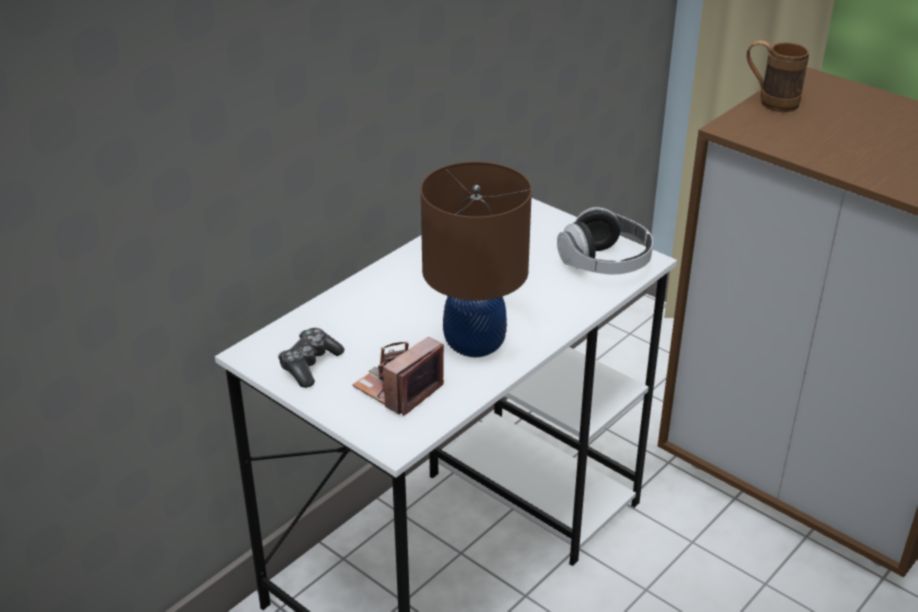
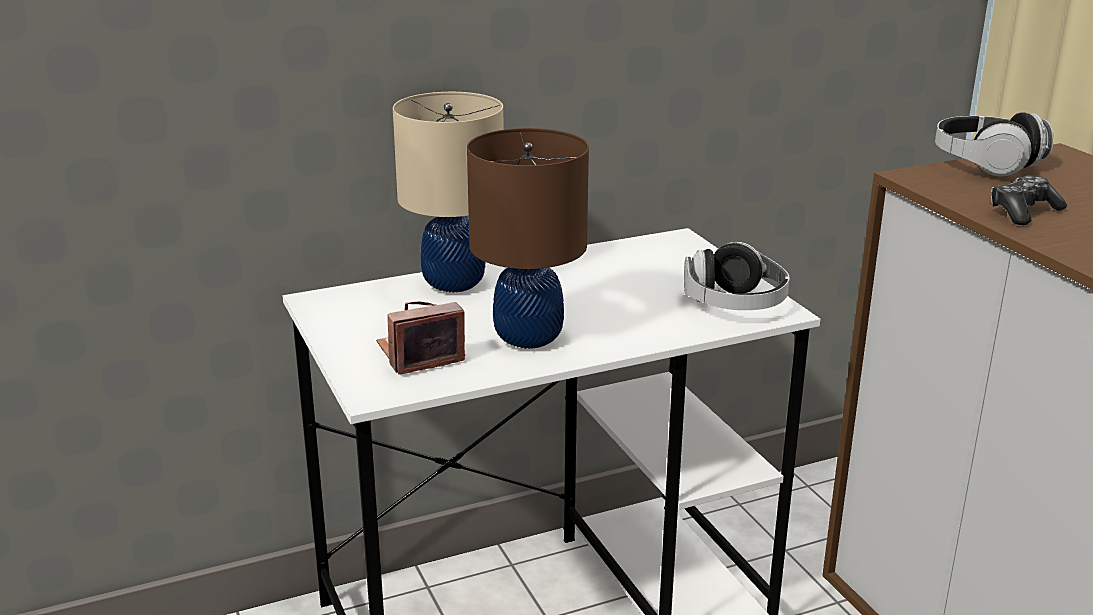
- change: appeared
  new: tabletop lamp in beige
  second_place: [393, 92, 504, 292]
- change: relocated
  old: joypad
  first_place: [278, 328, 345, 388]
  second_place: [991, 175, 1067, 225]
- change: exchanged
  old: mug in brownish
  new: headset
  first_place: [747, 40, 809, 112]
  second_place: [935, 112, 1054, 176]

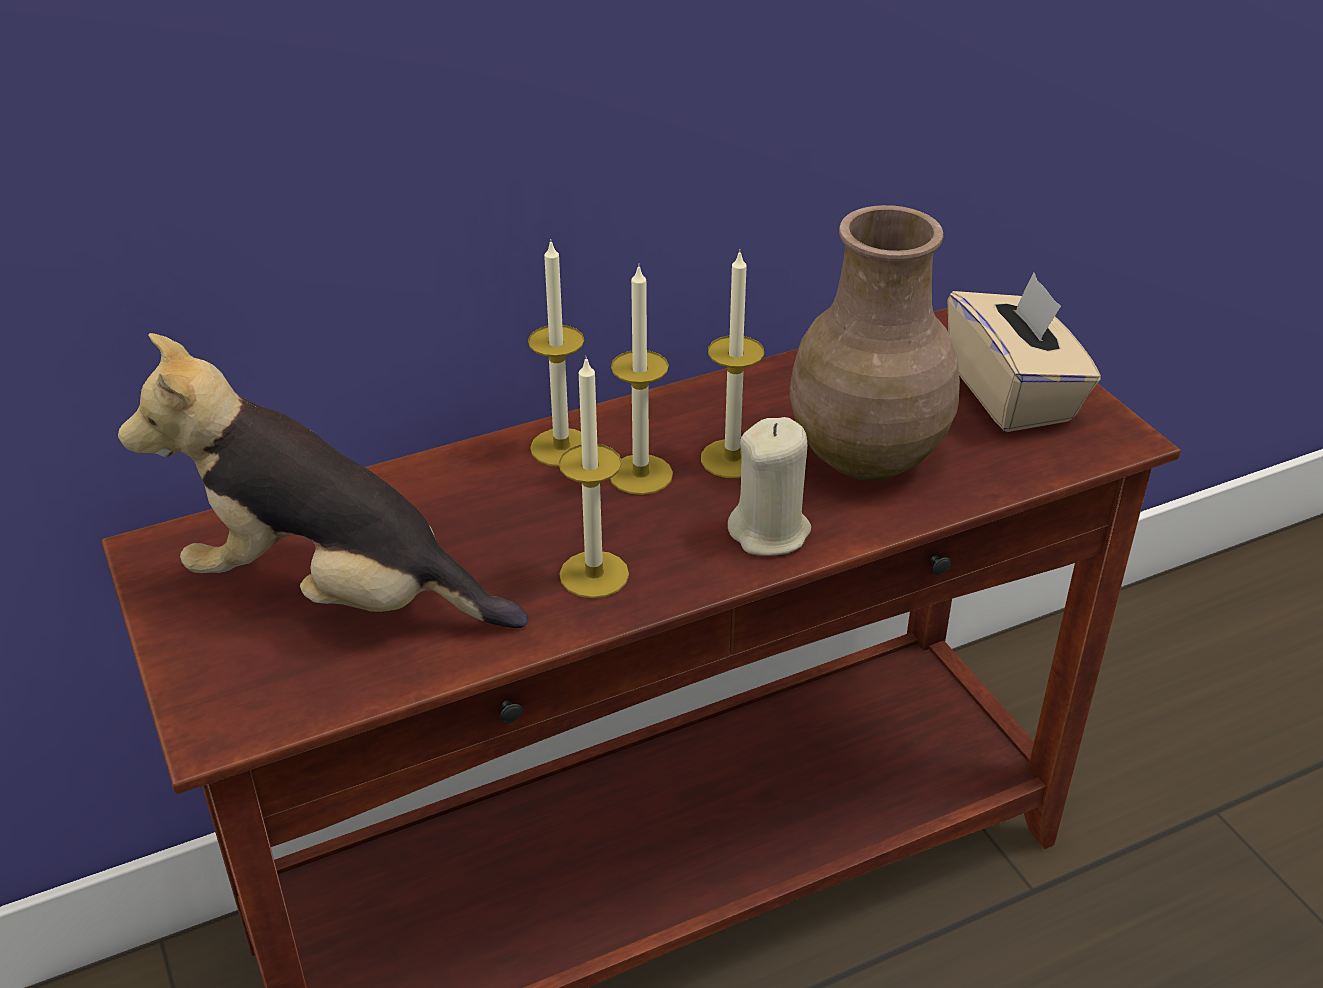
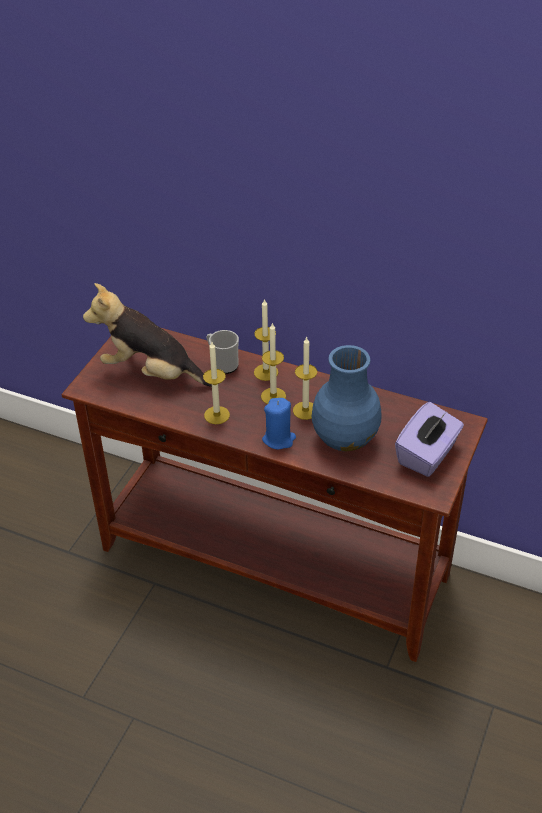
- change: appeared
  new: mug
  second_place: [206, 330, 239, 374]
- change: colour
  old: wax light in beige
  new: wax light in blue
  first_place: [728, 417, 811, 556]
  second_place: [262, 398, 296, 450]
- change: colour
  old: decorative vase in brownish
  new: decorative vase in blue
  first_place: [790, 205, 960, 481]
  second_place: [311, 345, 381, 451]
- change: colour
  old: tissue box in beige
  new: tissue box in purplish
  first_place: [948, 272, 1101, 432]
  second_place: [395, 402, 464, 477]
- change: spun
  old: soft toy
  first_place: [118, 333, 528, 628]
  second_place: [83, 283, 219, 387]
  degrees: -45

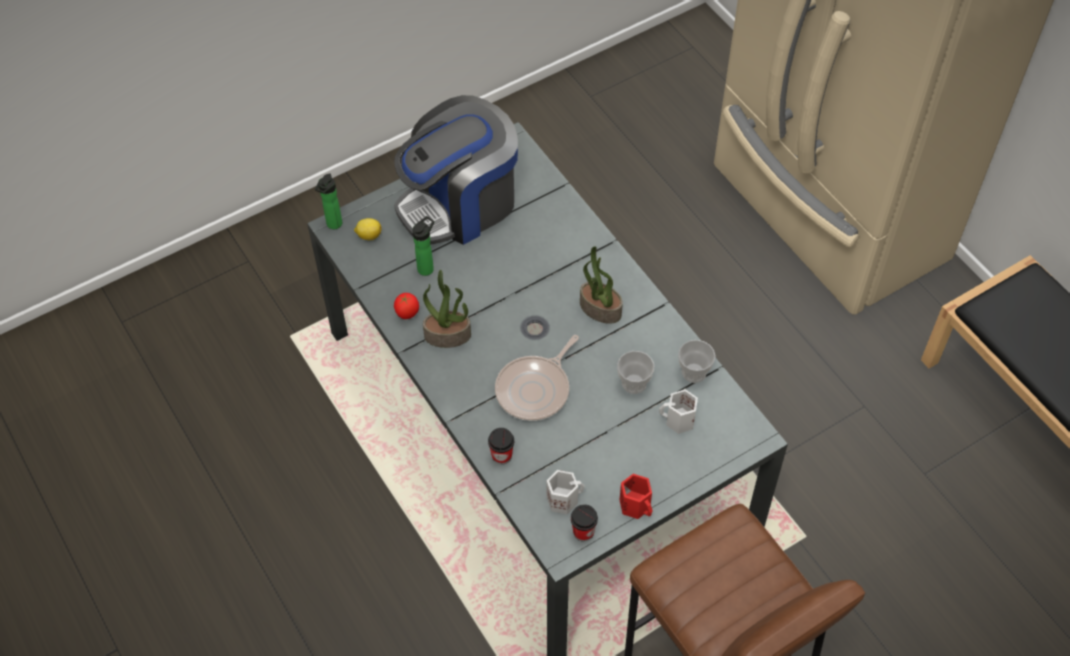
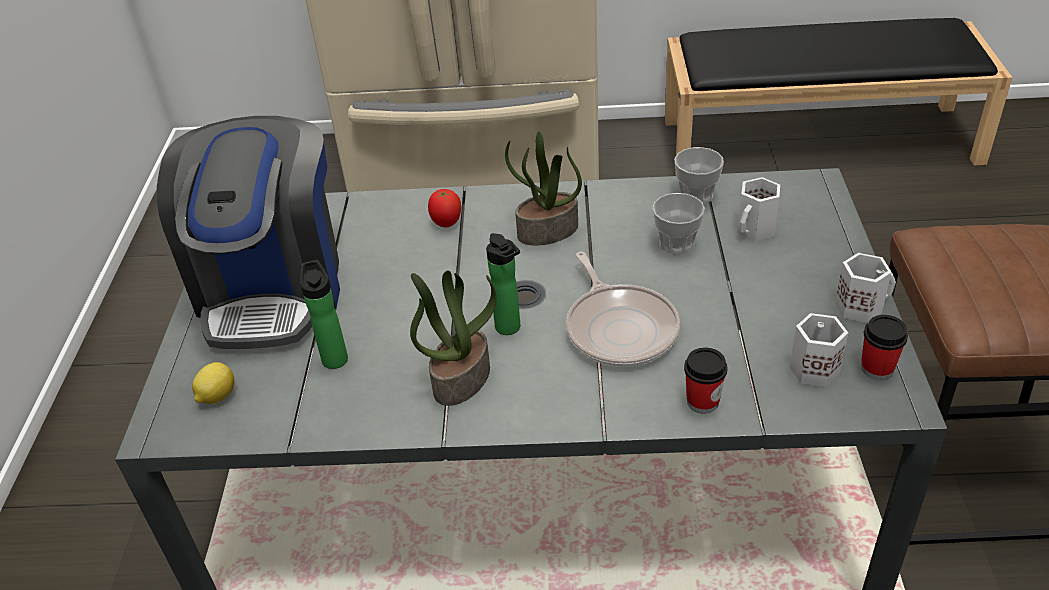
- change: relocated
  old: drink bottle
  first_place: [315, 173, 342, 229]
  second_place: [486, 233, 520, 335]
- change: relocated
  old: fresh tomato
  first_place: [394, 293, 419, 319]
  second_place: [428, 189, 461, 227]
- change: colour
  old: mug in red-coloured
  new: mug in white
  first_place: [620, 474, 653, 519]
  second_place: [835, 253, 896, 323]

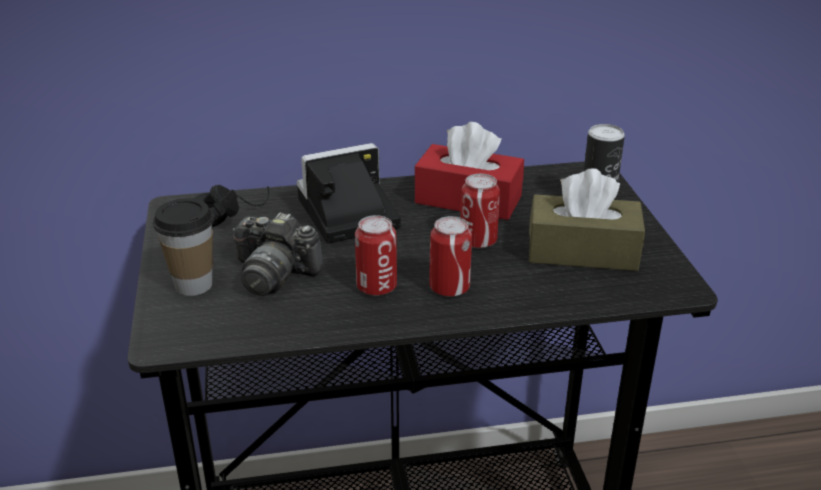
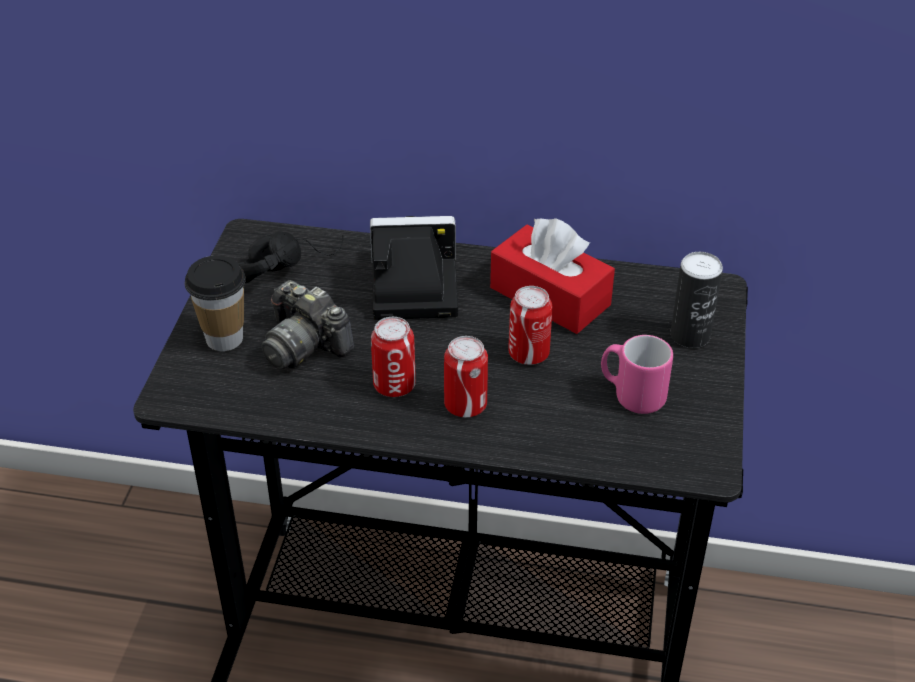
- change: exchanged
  old: tissue box in brownish
  new: mug in pinkish
  first_place: [529, 168, 645, 271]
  second_place: [601, 335, 673, 414]

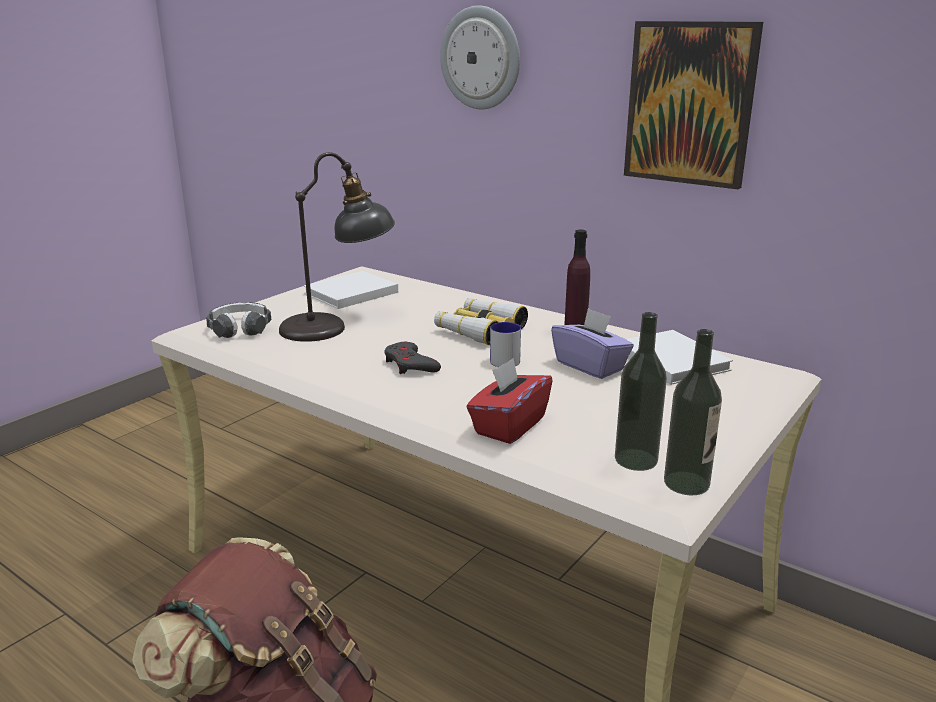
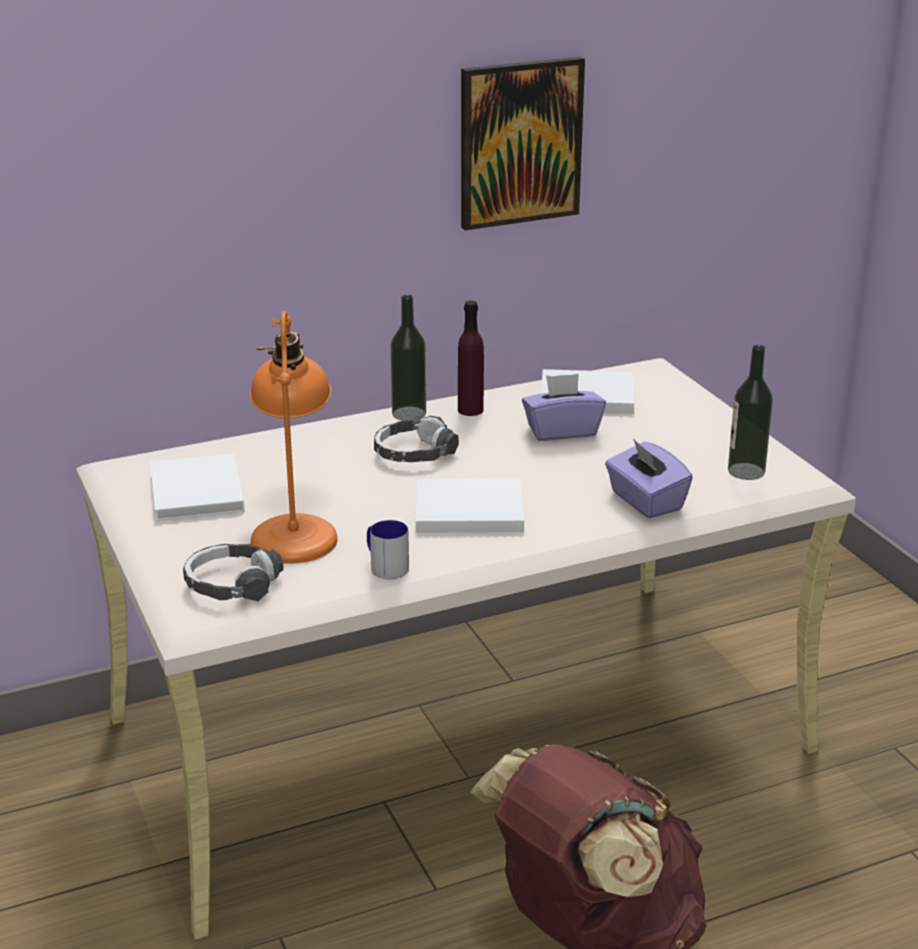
- change: missing
  old: wall clock
  first_place: [440, 5, 520, 109]
- change: relocated
  old: mug
  first_place: [490, 322, 521, 367]
  second_place: [367, 520, 409, 579]
- change: relocated
  old: drink bottle
  first_place: [664, 329, 722, 495]
  second_place: [391, 295, 426, 421]
- change: exchanged
  old: joypad in grey
  new: book in white
  first_place: [384, 342, 441, 374]
  second_place: [416, 478, 524, 533]
- change: exchanged
  old: pair of binoculars
  new: headset
  first_place: [434, 298, 528, 346]
  second_place: [374, 416, 459, 462]
- change: colour
  old: tabletop lamp in grey
  new: tabletop lamp in orange
  first_place: [279, 152, 395, 342]
  second_place: [250, 311, 338, 564]
- change: colour
  old: tissue box in red-coloured
  new: tissue box in purplish
  first_place: [467, 358, 553, 444]
  second_place: [605, 439, 693, 518]

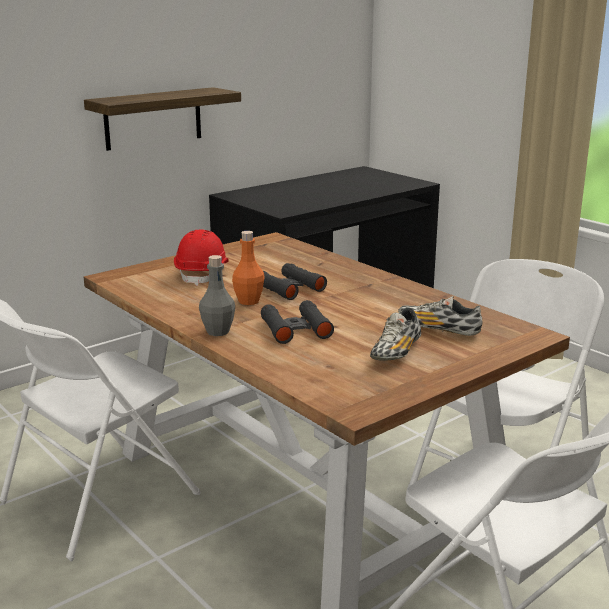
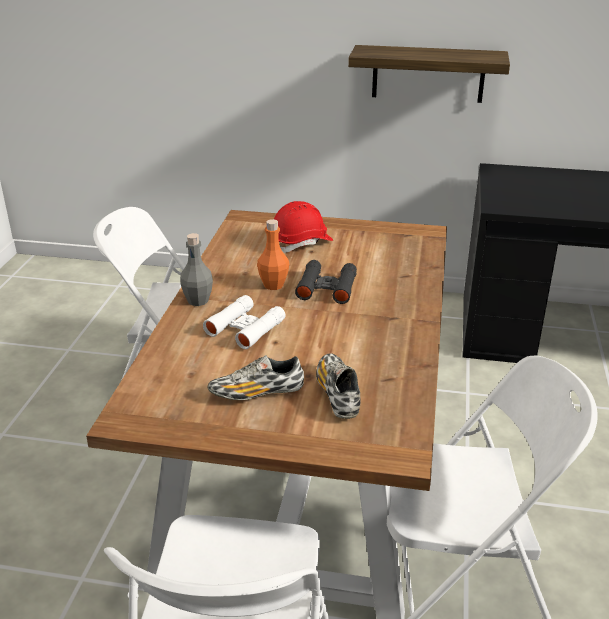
- change: colour
  old: pair of binoculars in black
  new: pair of binoculars in white
  first_place: [261, 300, 334, 344]
  second_place: [203, 295, 286, 349]

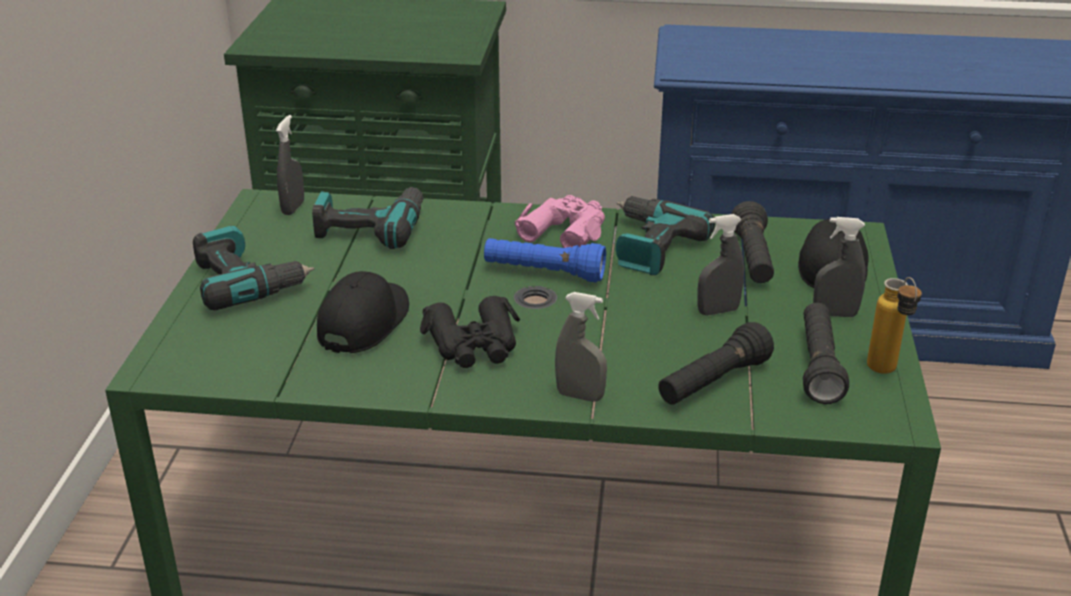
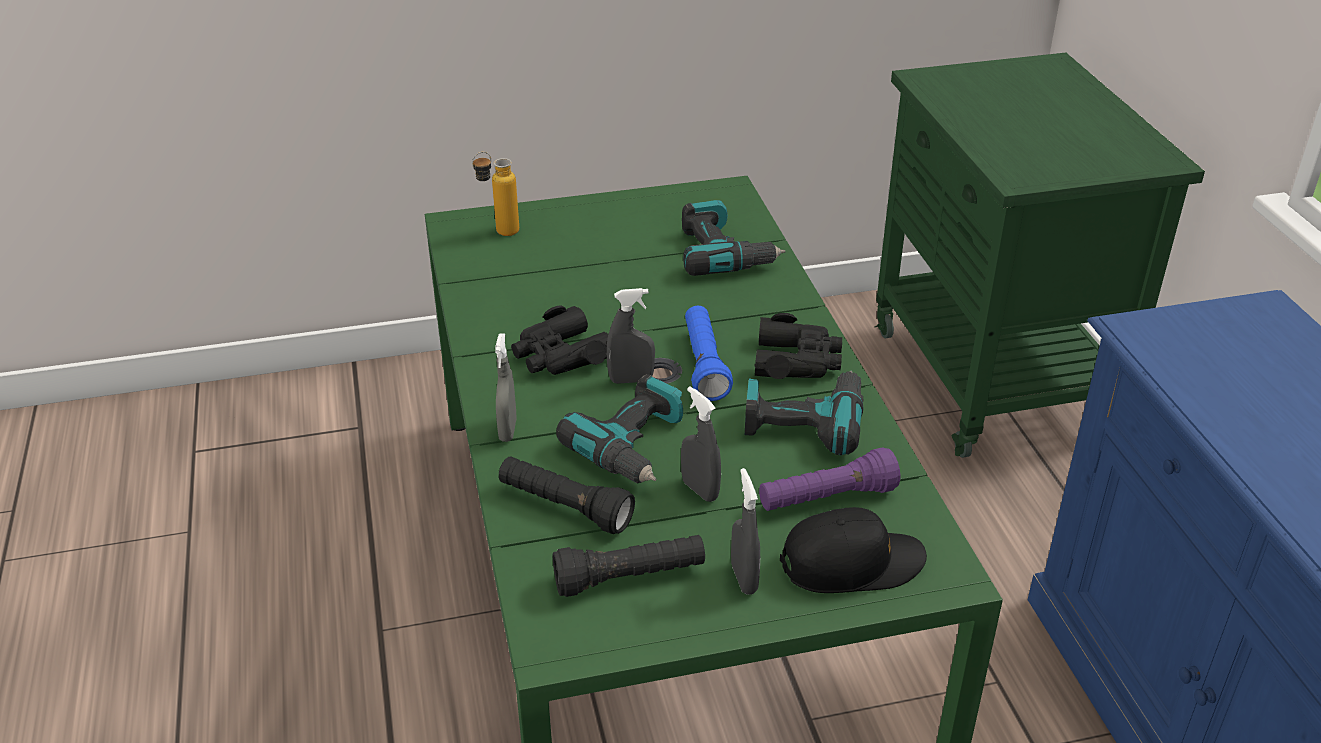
- change: missing
  old: peaked cap in black
  first_place: [317, 271, 409, 353]
- change: relocated
  old: drill
  first_place: [193, 226, 314, 310]
  second_place: [556, 374, 683, 484]
- change: relocated
  old: spray bottle in grey
  first_place: [276, 115, 304, 215]
  second_place: [606, 288, 655, 384]
- change: relocated
  old: drink bottle
  first_place: [867, 277, 922, 374]
  second_place: [472, 151, 519, 236]
- change: colour
  old: pair of binoculars in pinkish
  new: pair of binoculars in black
  first_place: [514, 195, 605, 248]
  second_place: [754, 313, 842, 379]
- change: colour
  old: flashlight in black
  new: flashlight in purplish
  first_place: [731, 201, 774, 283]
  second_place: [759, 447, 900, 511]

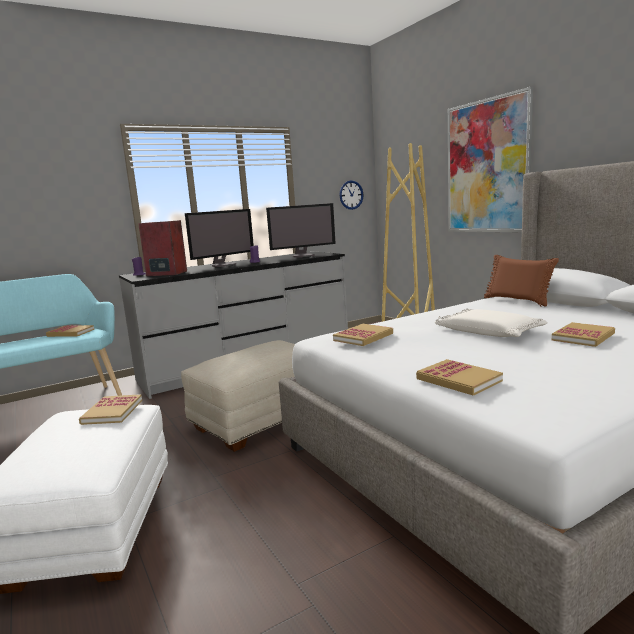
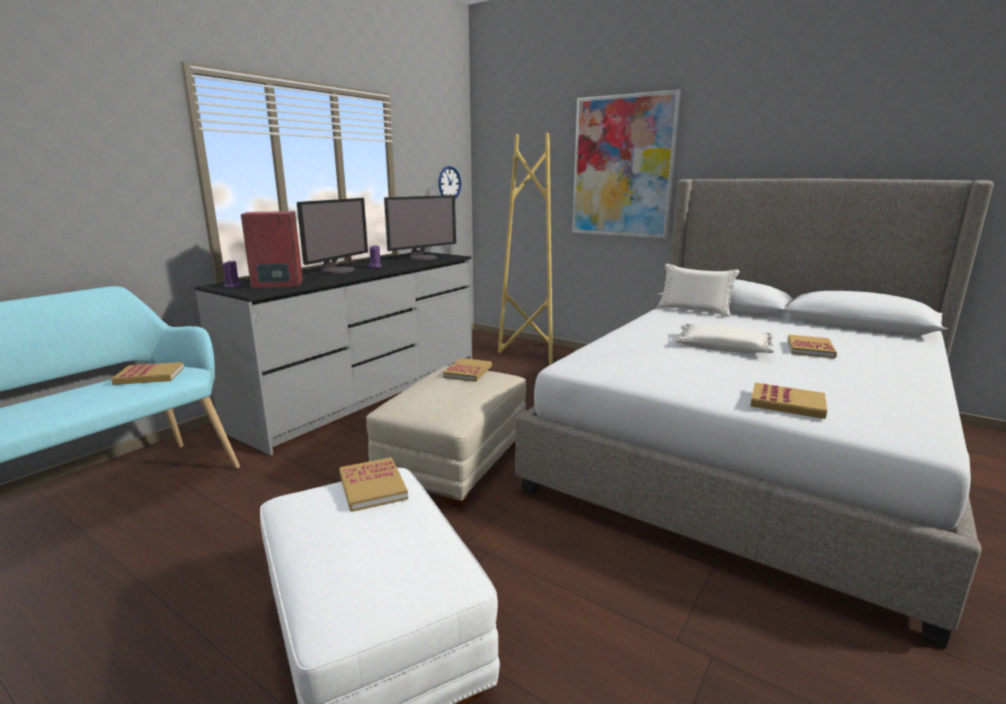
- change: relocated
  old: book
  first_place: [333, 324, 393, 346]
  second_place: [443, 358, 492, 382]
- change: colour
  old: throw pillow in brownish
  new: throw pillow in white
  first_place: [484, 255, 559, 307]
  second_place: [657, 264, 739, 317]

